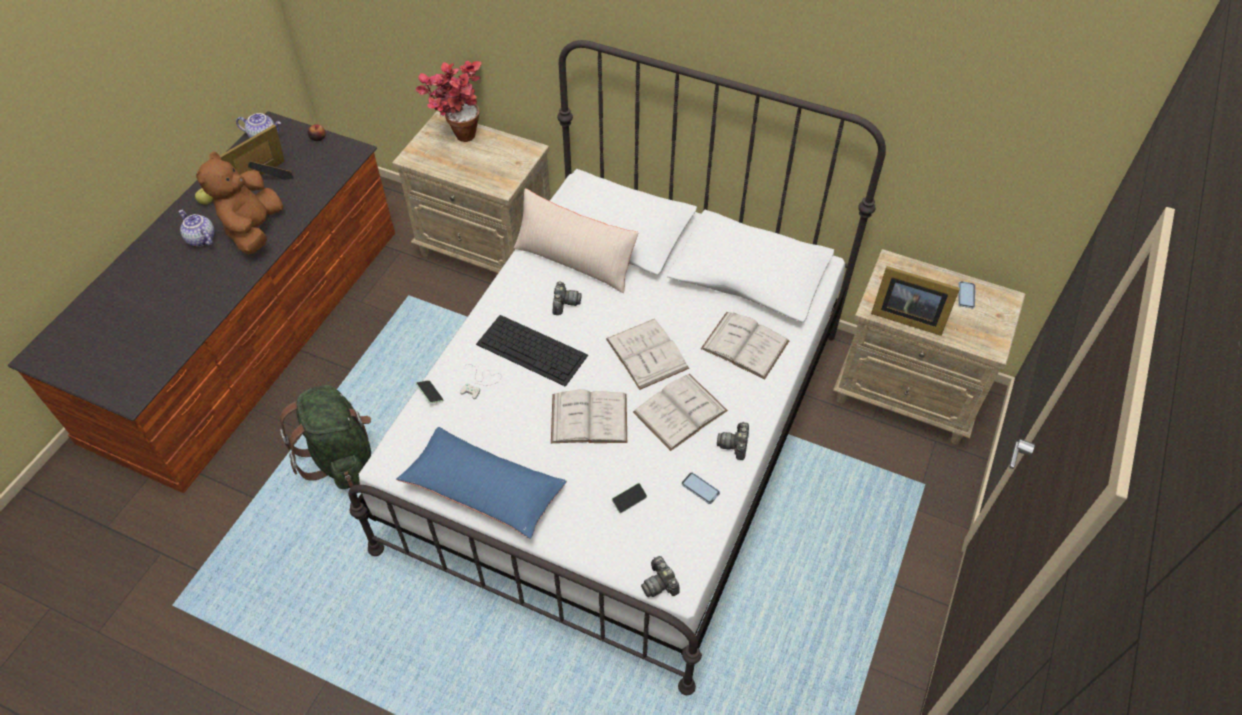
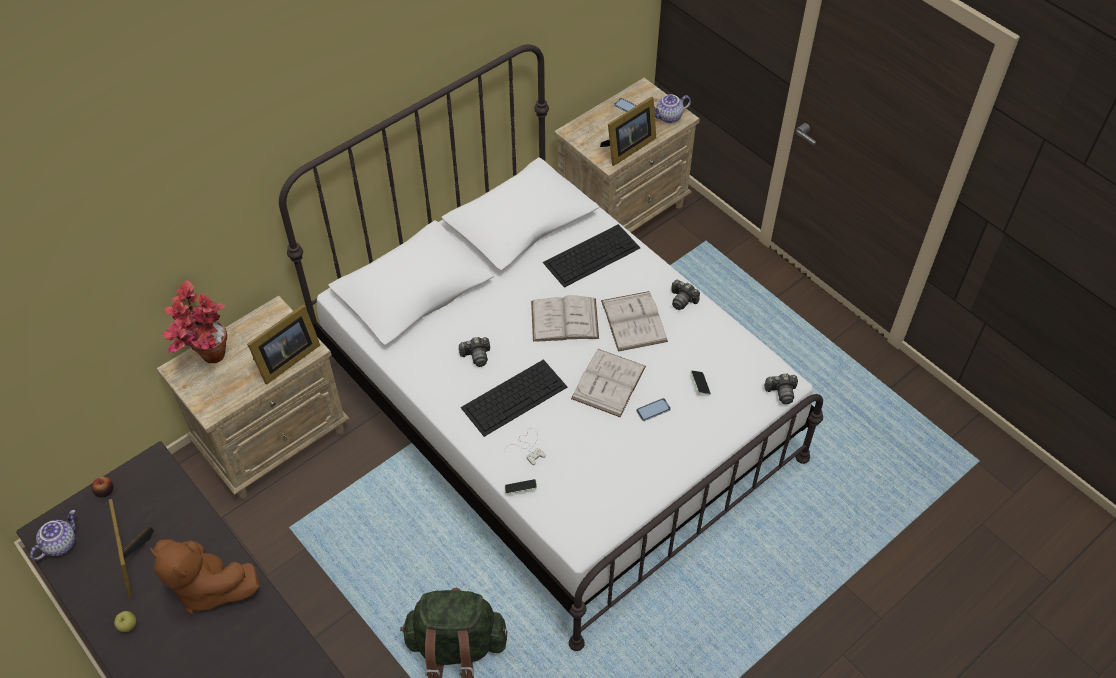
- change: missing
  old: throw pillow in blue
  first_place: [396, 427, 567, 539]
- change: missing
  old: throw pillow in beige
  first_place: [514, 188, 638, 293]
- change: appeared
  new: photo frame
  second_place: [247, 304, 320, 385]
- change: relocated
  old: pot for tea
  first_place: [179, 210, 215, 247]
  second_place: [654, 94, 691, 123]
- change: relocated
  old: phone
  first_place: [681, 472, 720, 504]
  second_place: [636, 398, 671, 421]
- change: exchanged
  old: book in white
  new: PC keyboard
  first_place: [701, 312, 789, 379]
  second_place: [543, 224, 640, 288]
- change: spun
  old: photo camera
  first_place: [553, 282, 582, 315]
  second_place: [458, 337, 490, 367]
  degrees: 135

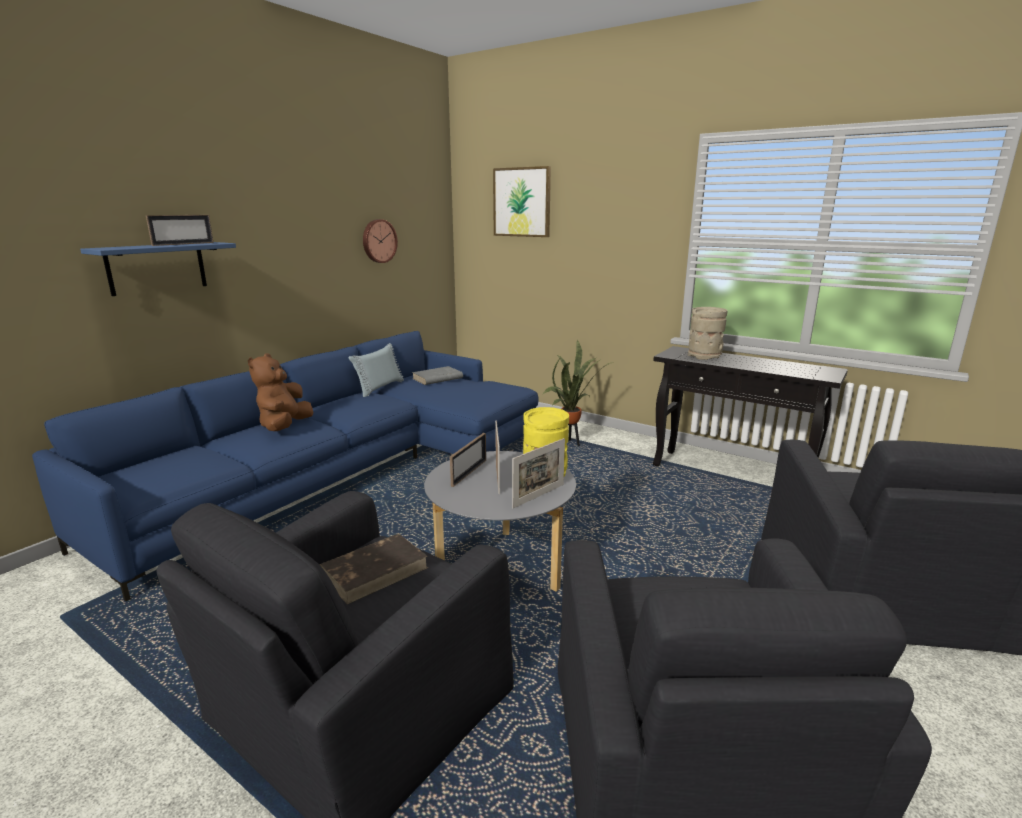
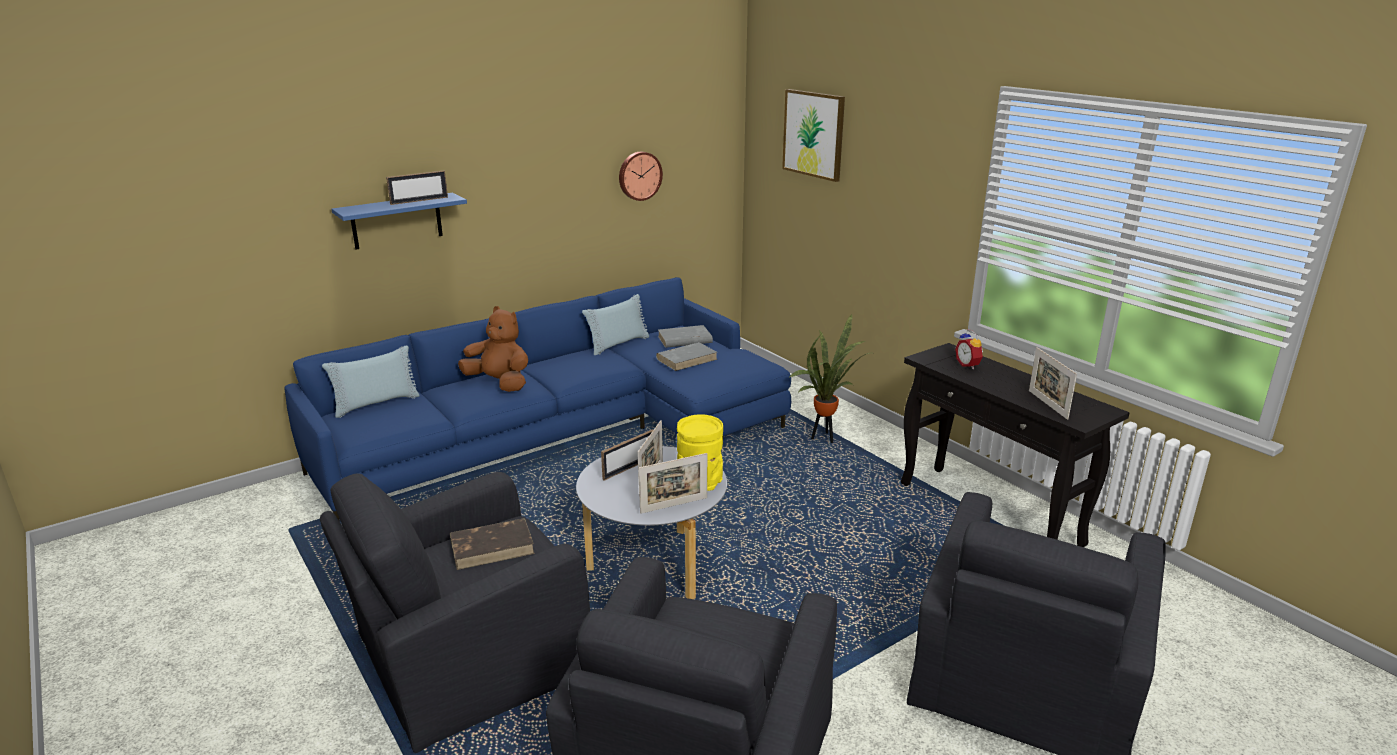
- change: appeared
  new: throw pillow in blue
  second_place: [322, 345, 420, 418]
- change: appeared
  new: book in grey
  second_place: [656, 342, 718, 371]
- change: appeared
  new: photo frame
  second_place: [1029, 347, 1077, 420]
- change: exchanged
  old: decorative vase in beige
  new: table clock
  first_place: [688, 307, 728, 360]
  second_place: [955, 329, 983, 369]
- change: spun
  old: soft toy in brownish
  first_place: [248, 353, 313, 431]
  second_place: [458, 306, 528, 392]
  degrees: 90

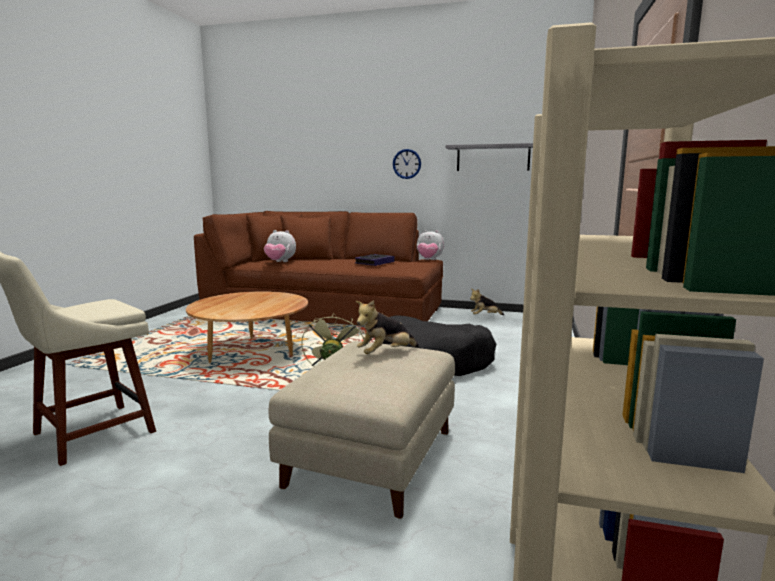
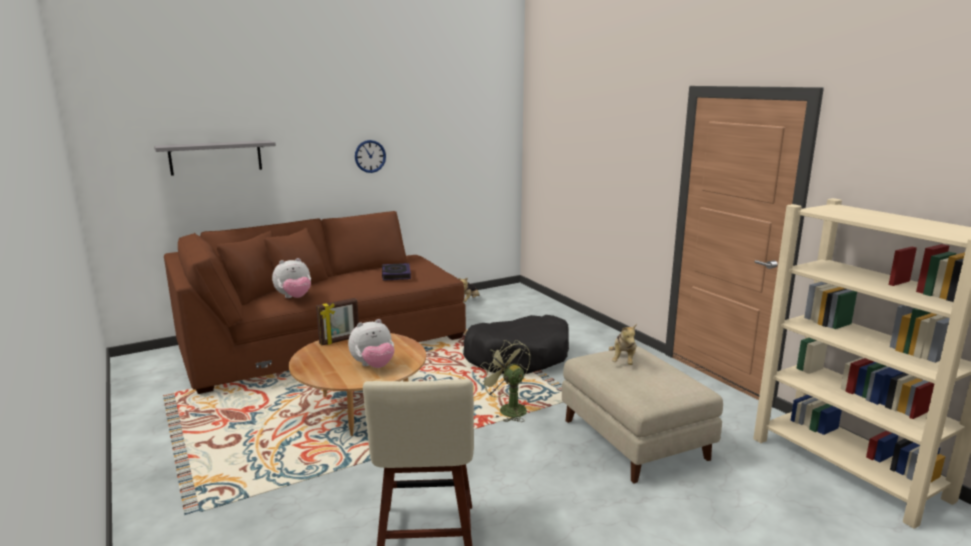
- change: appeared
  new: photo frame
  second_place: [316, 298, 359, 345]
- change: relocated
  old: soft toy
  first_place: [417, 230, 444, 260]
  second_place: [348, 319, 394, 368]
- change: relocated
  old: bracket shelf in grey
  first_place: [446, 143, 533, 171]
  second_place: [154, 140, 276, 176]

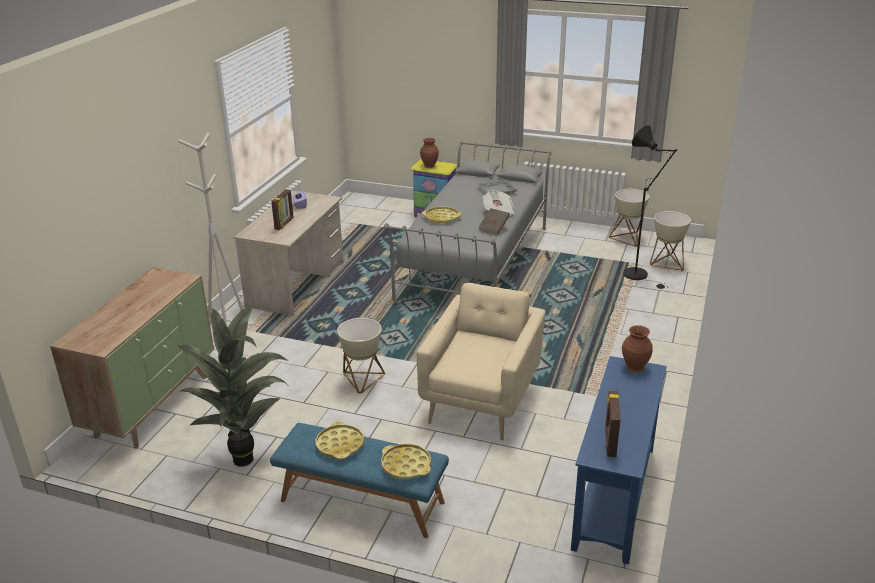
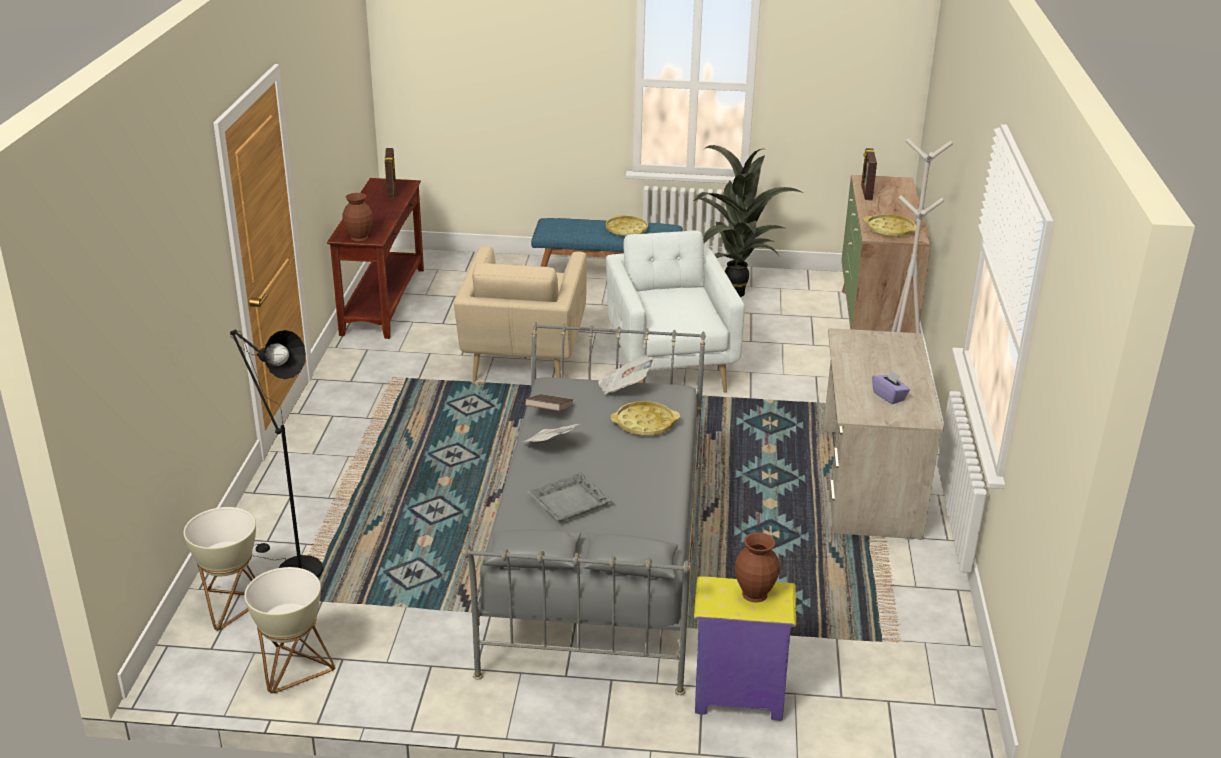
- change: appeared
  new: daily paper
  second_place: [598, 356, 655, 394]
- change: relocated
  old: photo frame
  first_place: [271, 189, 294, 230]
  second_place: [861, 148, 877, 200]
- change: relocated
  old: serving tray in yellow
  first_place: [381, 444, 431, 479]
  second_place: [863, 214, 916, 238]
- change: exchanged
  old: plant pot
  new: easy chair in white
  first_place: [337, 318, 385, 393]
  second_place: [606, 230, 745, 393]
- change: colour
  old: console table in blue
  new: console table in brownish
  first_place: [571, 356, 667, 565]
  second_place: [327, 178, 424, 339]

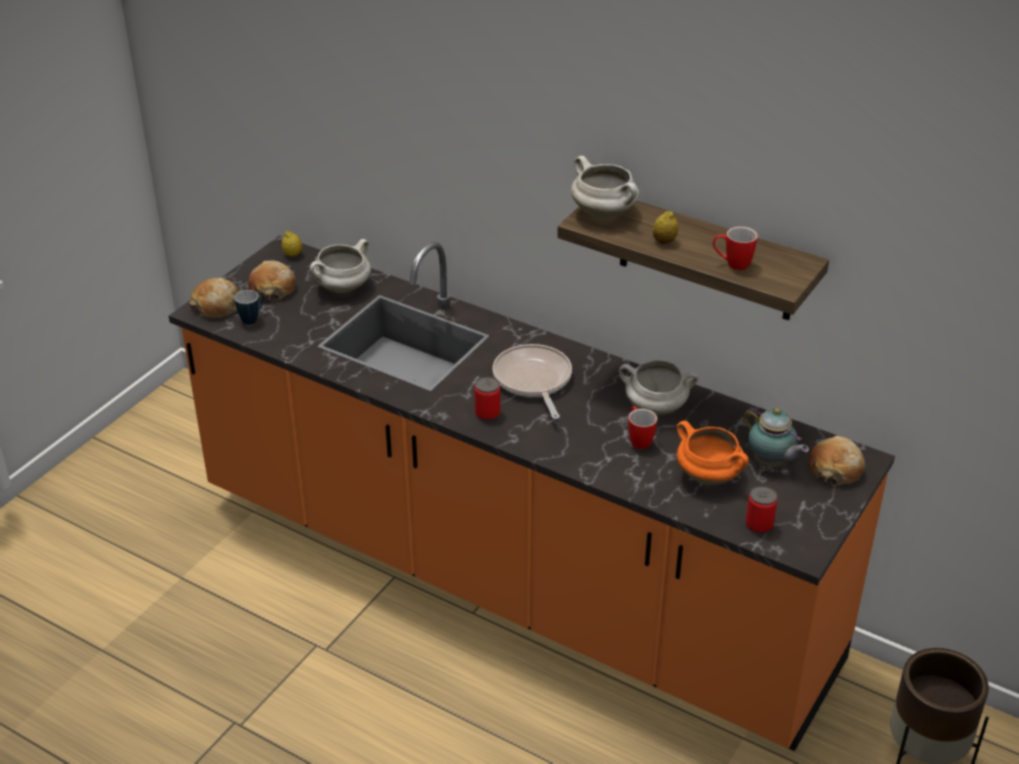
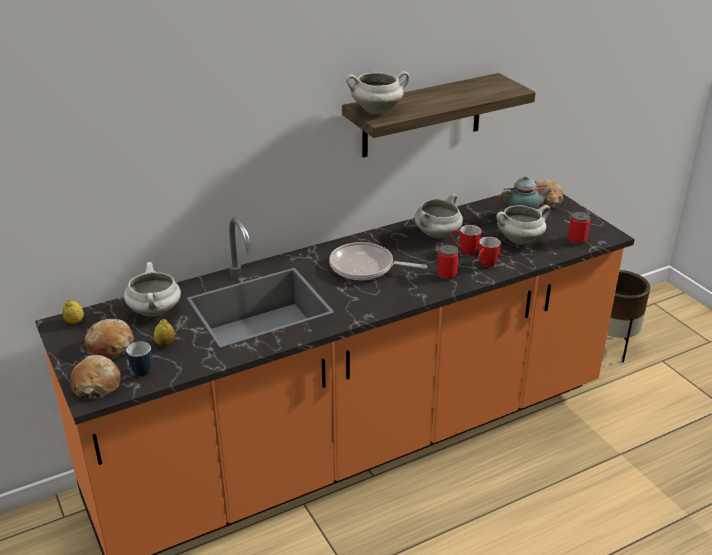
- change: relocated
  old: sealed can
  first_place: [474, 376, 500, 421]
  second_place: [437, 244, 459, 280]
- change: relocated
  old: lemon
  first_place: [653, 211, 678, 244]
  second_place: [154, 319, 175, 347]
- change: relocated
  old: mug
  first_place: [713, 227, 758, 270]
  second_place: [478, 237, 501, 267]
- change: colour
  old: stockpot in orange
  new: stockpot in white
  first_place: [677, 421, 749, 485]
  second_place: [496, 205, 551, 244]

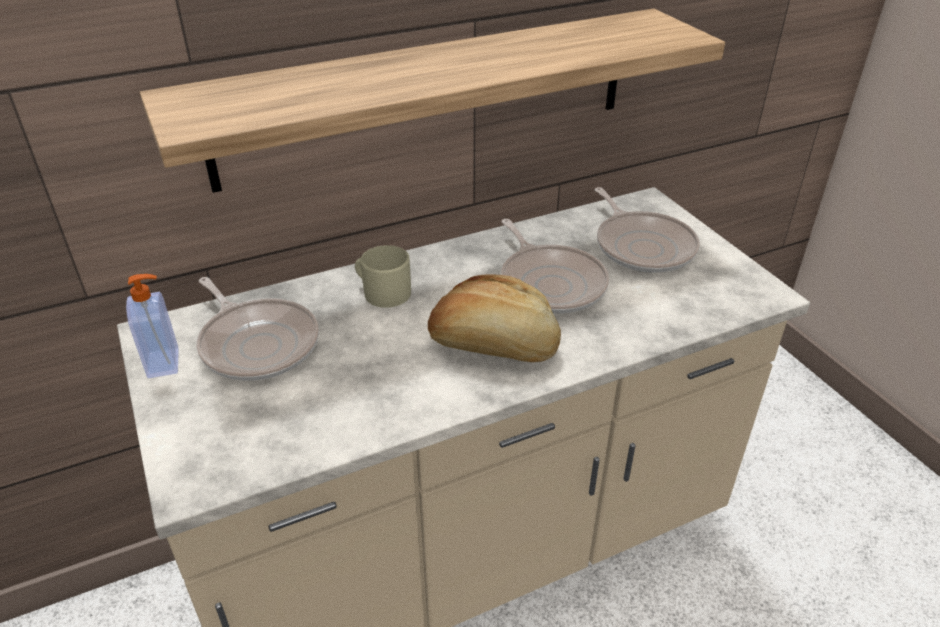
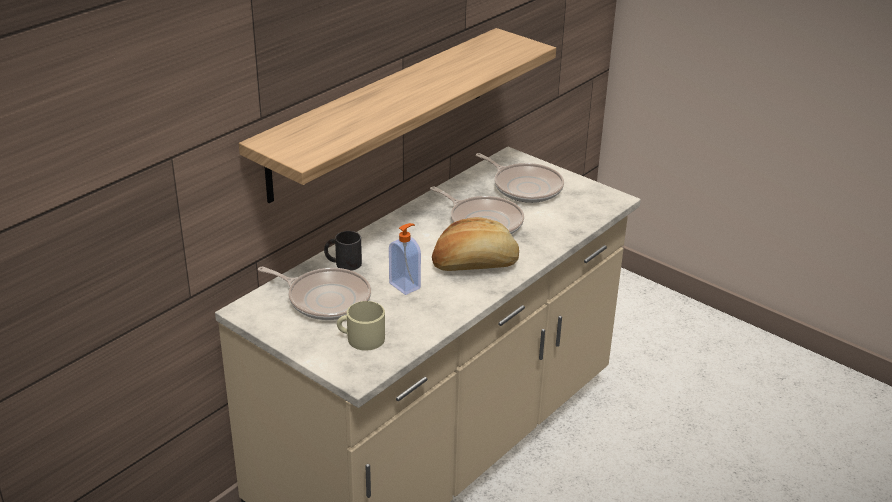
- change: appeared
  new: mug in black
  second_place: [324, 231, 362, 271]
- change: relocated
  old: soap dispenser
  first_place: [126, 274, 179, 378]
  second_place: [389, 223, 421, 295]
- change: relocated
  old: mug in beige
  first_place: [355, 245, 411, 308]
  second_place: [337, 301, 385, 351]

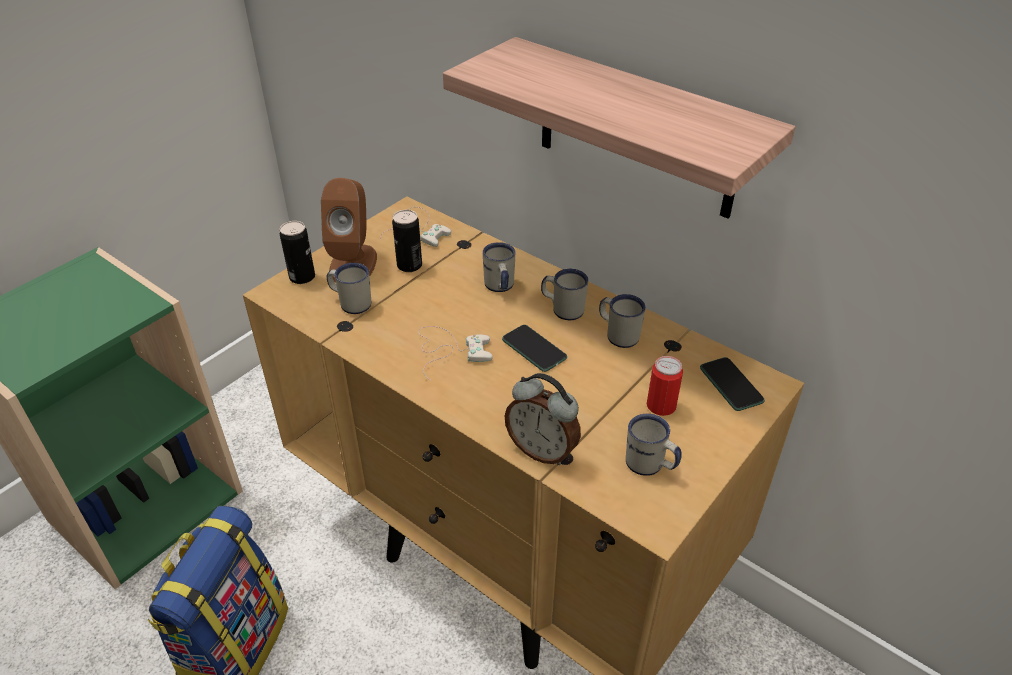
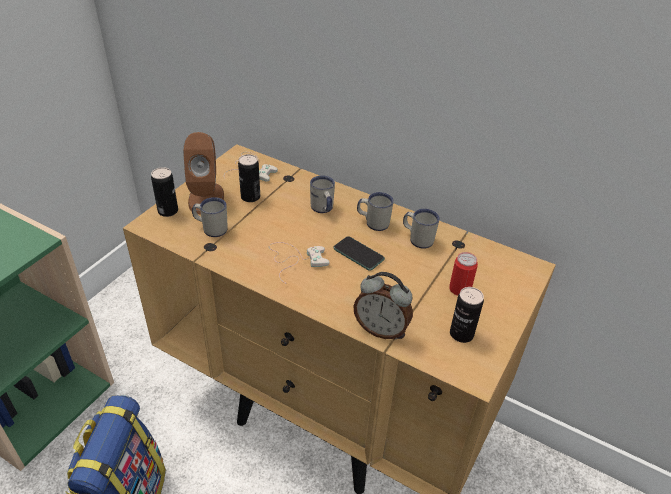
- change: missing
  old: bracket shelf
  first_place: [443, 37, 795, 218]
- change: missing
  old: phone
  first_place: [700, 357, 765, 411]
- change: exchanged
  old: mug in white
  new: sealed can
  first_place: [626, 414, 682, 476]
  second_place: [450, 287, 484, 343]

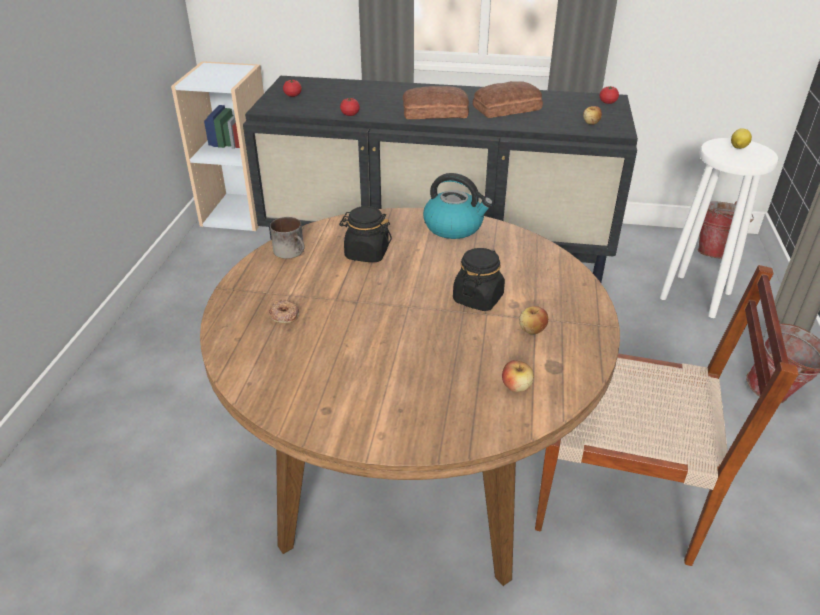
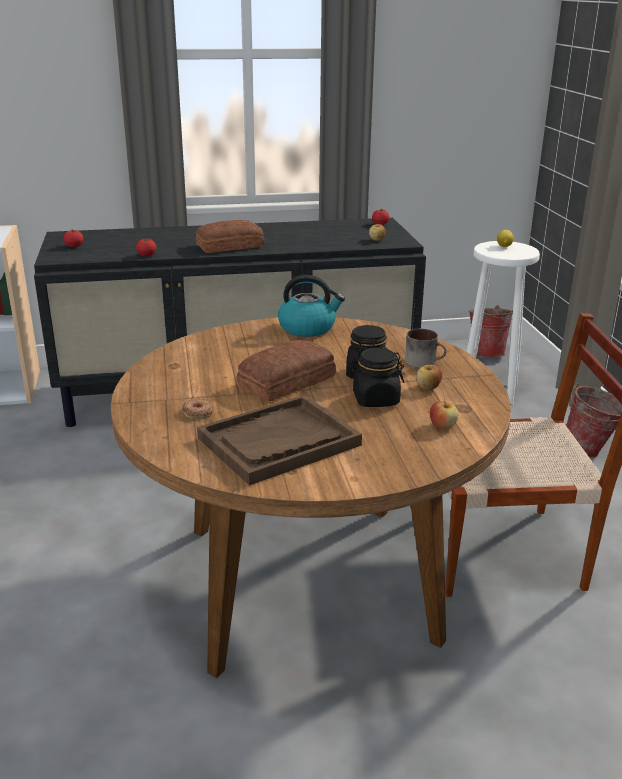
- change: appeared
  new: serving tray in brownish
  second_place: [197, 395, 362, 485]
- change: relocated
  old: mug
  first_place: [270, 217, 305, 259]
  second_place: [405, 329, 447, 368]
- change: relocated
  old: jar in black
  first_place: [339, 206, 392, 262]
  second_place: [349, 348, 405, 407]
- change: relocated
  old: baked bread
  first_place: [473, 81, 543, 118]
  second_place: [236, 340, 336, 402]

